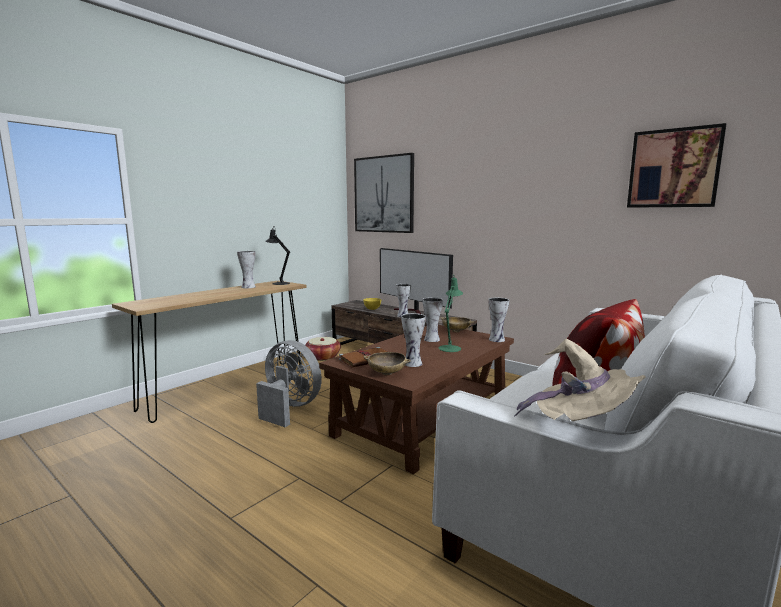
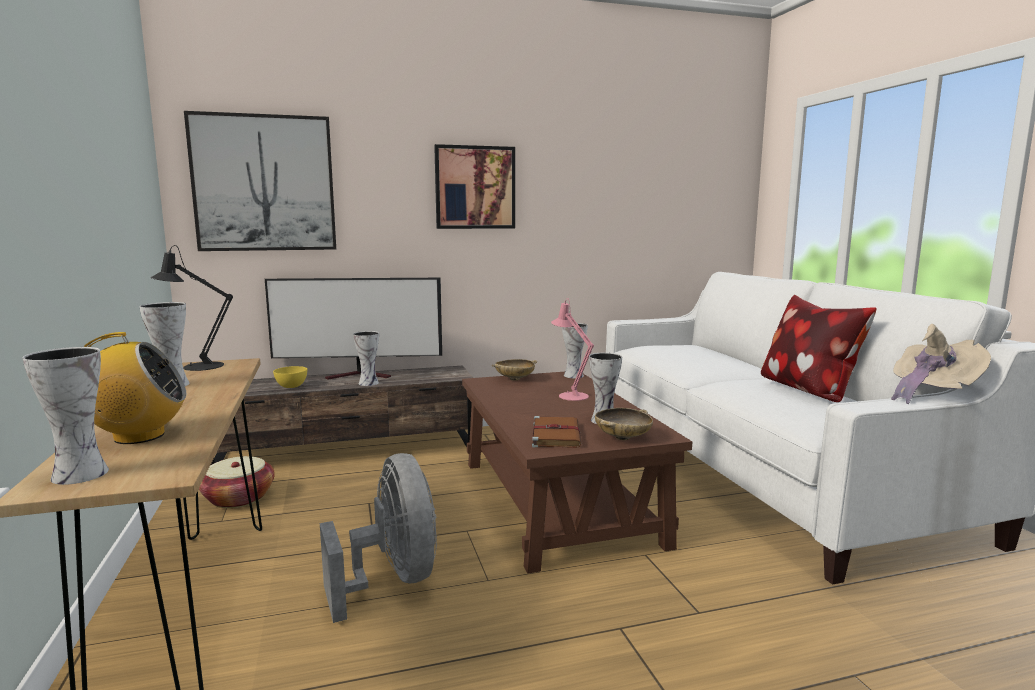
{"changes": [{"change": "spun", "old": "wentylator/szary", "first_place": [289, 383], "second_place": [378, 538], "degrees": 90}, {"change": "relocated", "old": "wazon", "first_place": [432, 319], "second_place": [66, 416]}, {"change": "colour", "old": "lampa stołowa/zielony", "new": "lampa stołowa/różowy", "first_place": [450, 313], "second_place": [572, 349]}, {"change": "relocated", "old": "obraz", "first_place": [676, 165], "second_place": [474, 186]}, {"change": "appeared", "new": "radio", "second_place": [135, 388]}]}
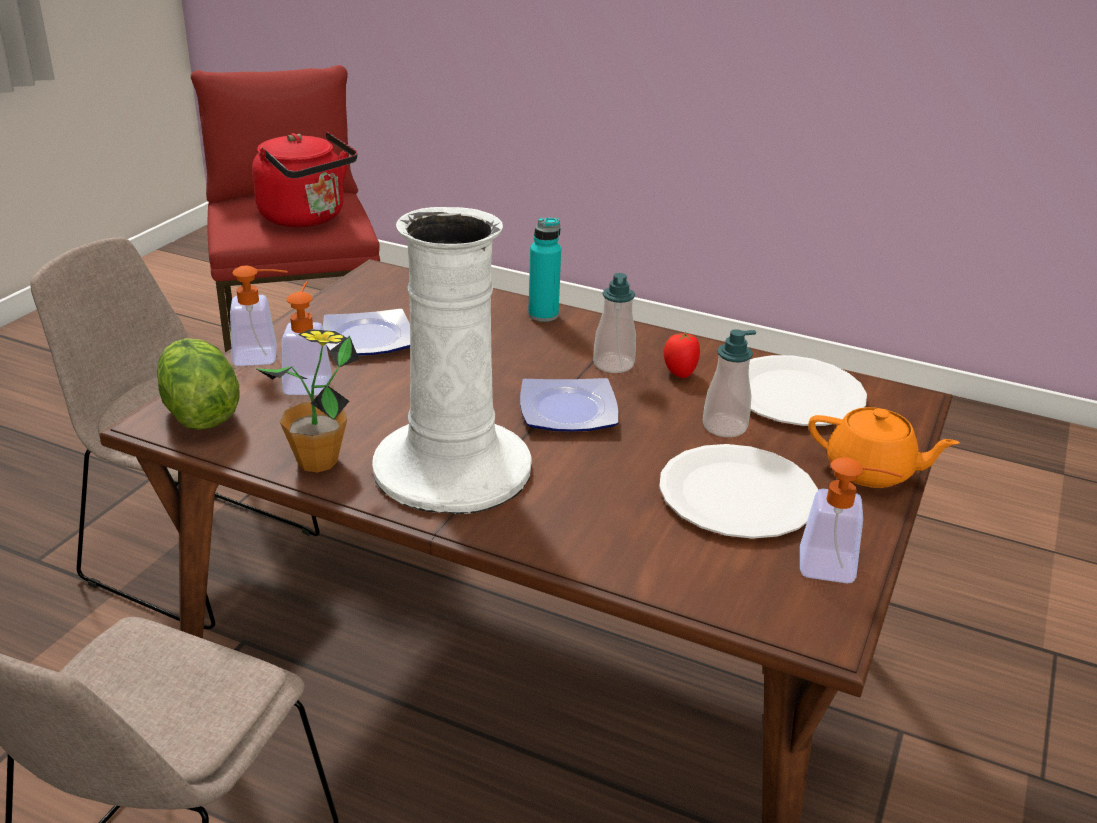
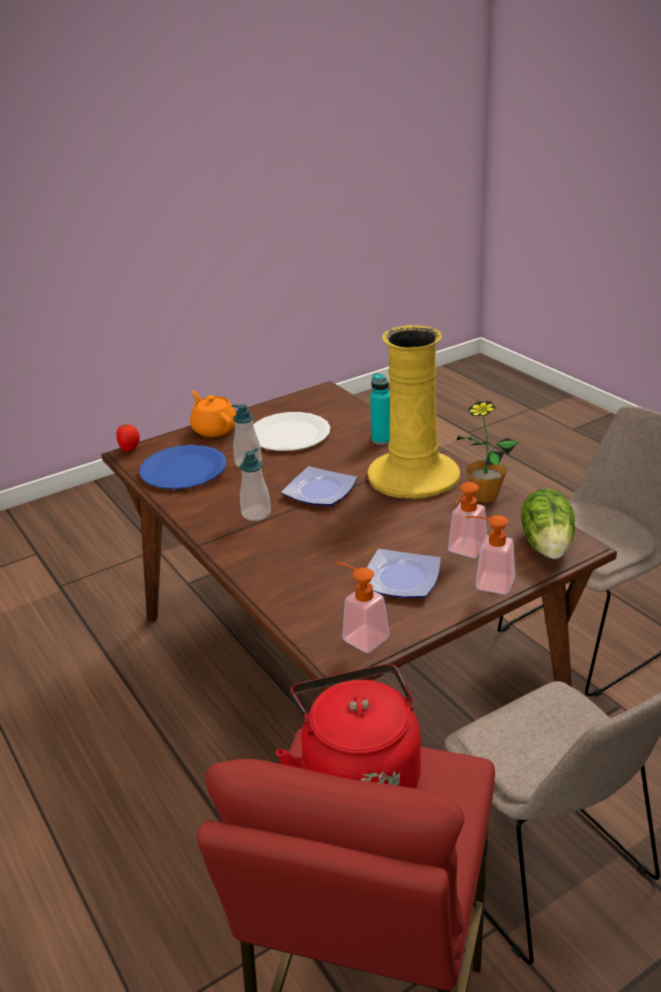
{"changes": [{"change": "colour", "old": "wazon/biały", "new": "wazon/żółty", "first_place": [451, 360], "second_place": [414, 412]}, {"change": "relocated", "old": "butelka/turkusowy", "first_place": [544, 270], "second_place": [380, 409]}, {"change": "relocated", "old": "pomidor", "first_place": [682, 355], "second_place": [128, 438]}, {"change": "colour", "old": "talerz/biały", "new": "talerz/niebieski", "first_place": [808, 390], "second_place": [182, 467]}, {"change": "relocated", "old": "dozownik mydła", "first_place": [851, 520], "second_place": [363, 607]}]}
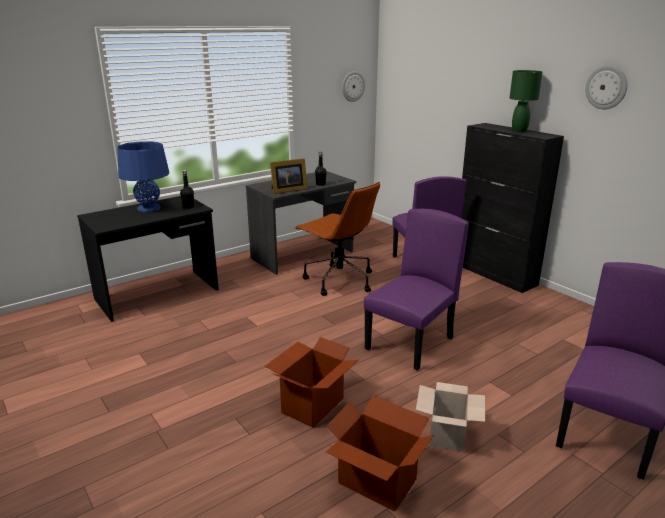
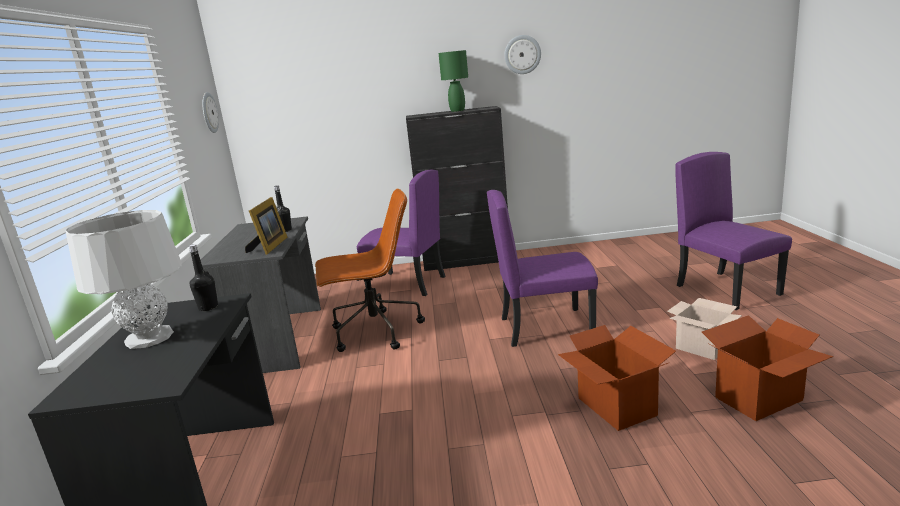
{"changes": [{"change": "colour", "old": "lampa stołowa/niebieski", "new": "lampa stołowa/szary", "first_place": [143, 177], "second_place": [124, 279]}, {"change": "spun", "old": "krzesło/fioletowy", "first_place": [416, 290], "second_place": [542, 268], "degrees": -75}]}
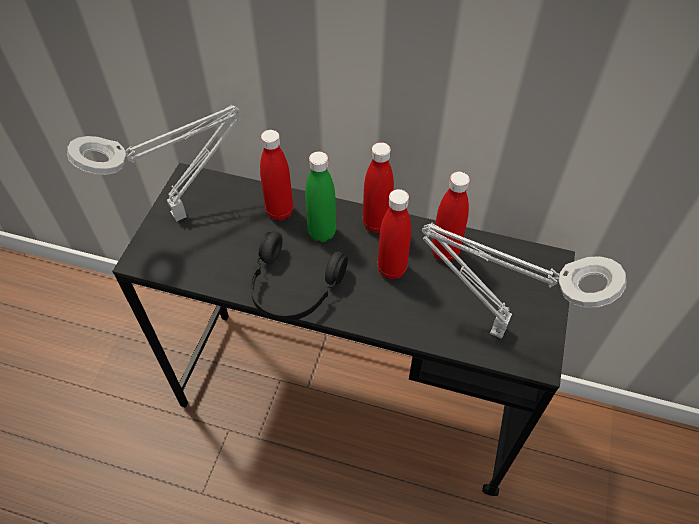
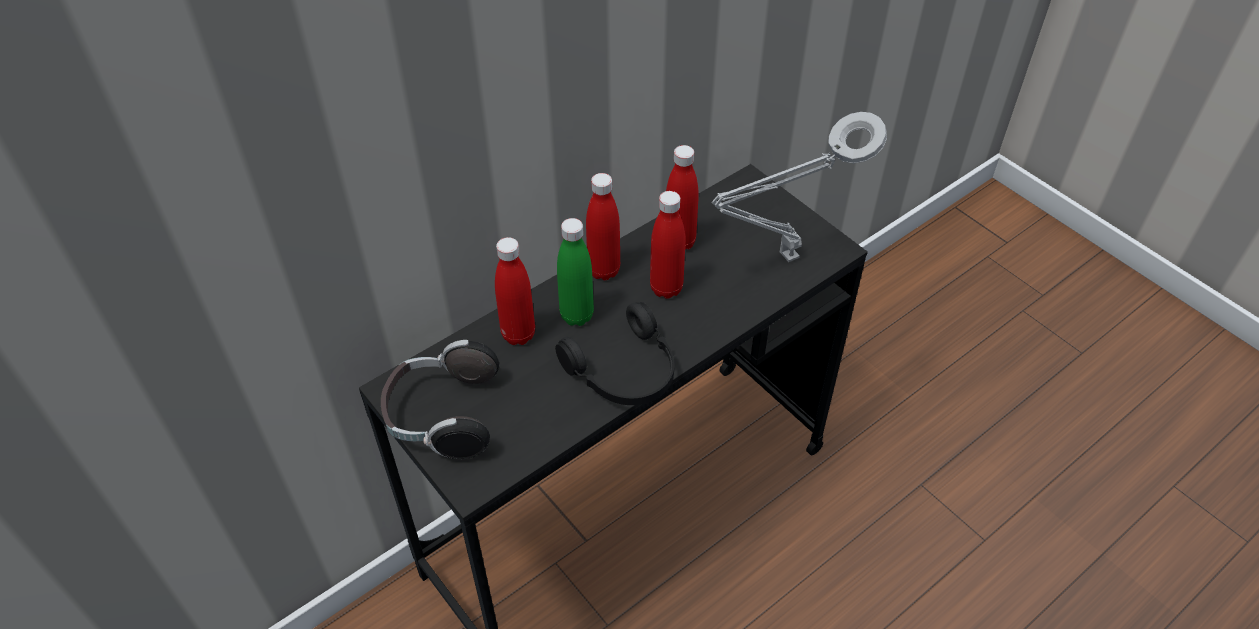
{"changes": [{"change": "exchanged", "old": "lampa stołowa/szary", "new": "słuchawki", "first_place": [154, 163], "second_place": [440, 399]}]}
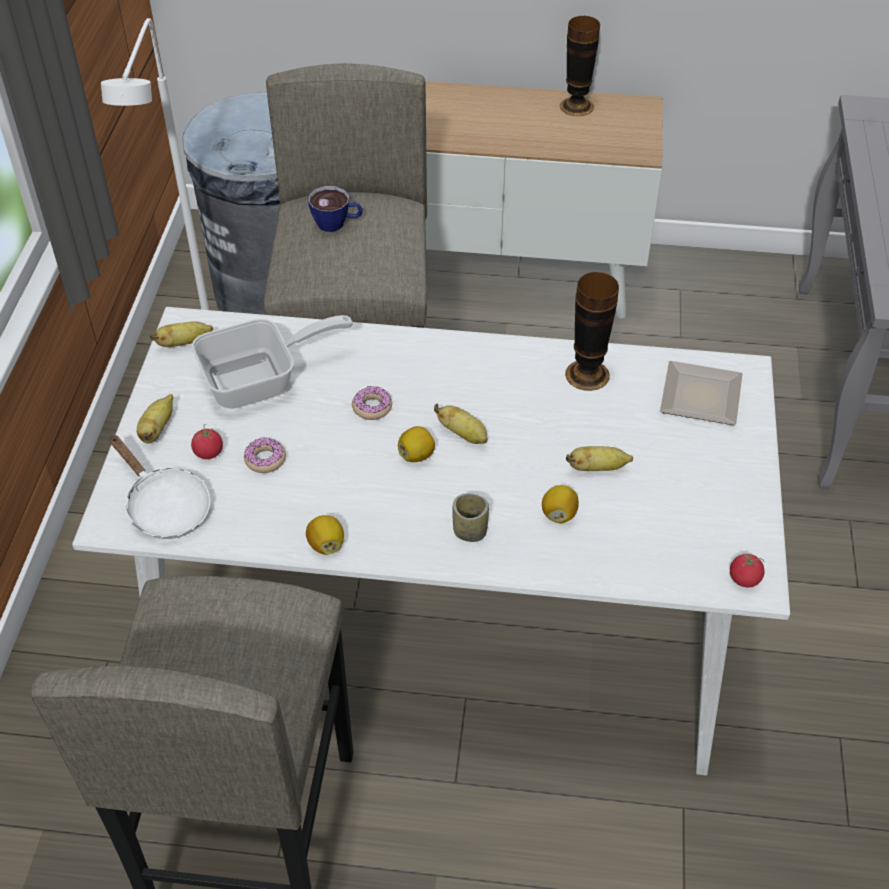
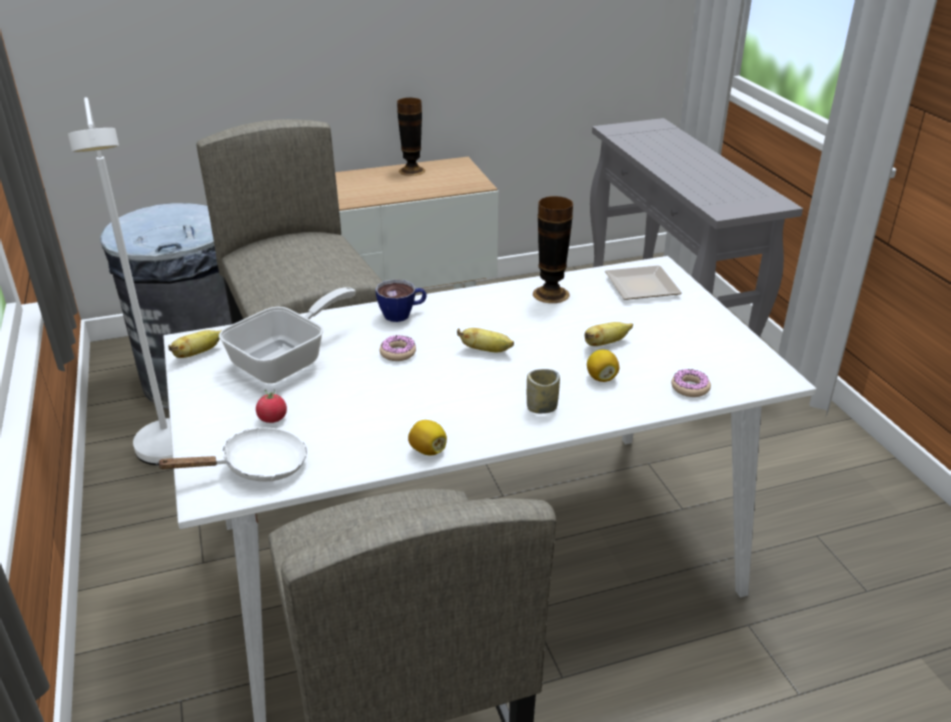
{"changes": [{"change": "spun", "old": "patelnia/biały", "first_place": [159, 487], "second_place": [231, 454], "degrees": -45}, {"change": "missing", "old": "banan", "first_place": [155, 419]}, {"change": "relocated", "old": "donut", "first_place": [265, 455], "second_place": [691, 383]}, {"change": "relocated", "old": "filiżanka", "first_place": [335, 209], "second_place": [401, 300]}, {"change": "missing", "old": "cytryna", "first_place": [416, 444]}, {"change": "missing", "old": "pomidor", "first_place": [747, 570]}]}
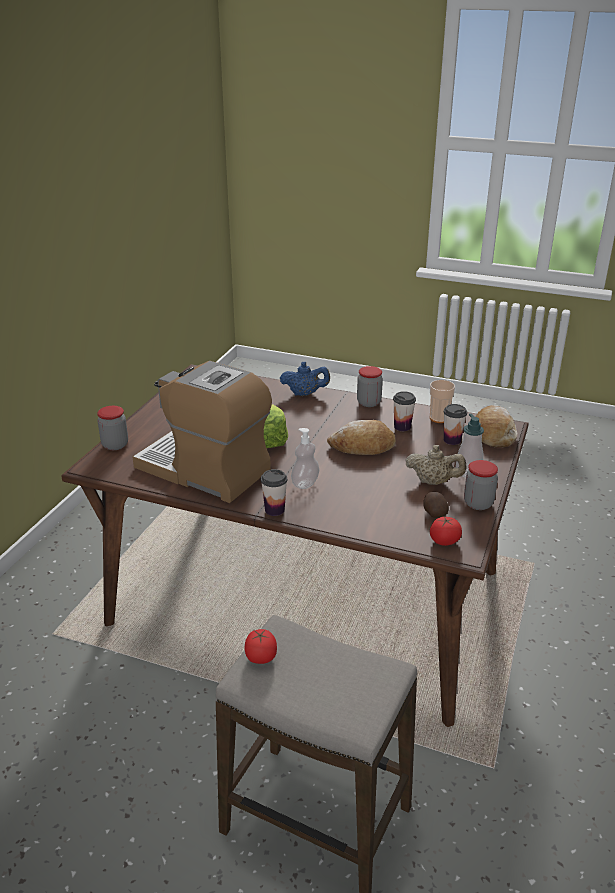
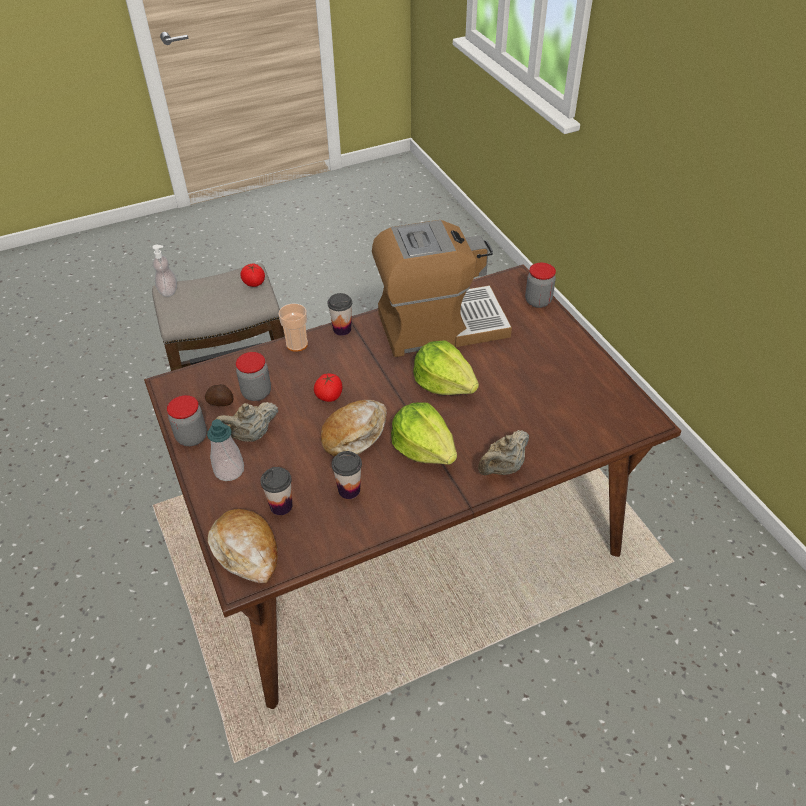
{"changes": [{"change": "colour", "old": "imbryk/niebieski", "new": "imbryk/beżowy", "first_place": [305, 379], "second_place": [503, 452]}, {"change": "relocated", "old": "dozownik mydła", "first_place": [305, 458], "second_place": [164, 271]}, {"change": "relocated", "old": "słoik", "first_place": [370, 386], "second_place": [253, 376]}, {"change": "relocated", "old": "filiżanka", "first_place": [442, 401], "second_place": [293, 328]}, {"change": "relocated", "old": "pomidor", "first_place": [446, 531], "second_place": [328, 387]}, {"change": "appeared", "new": "sałata", "second_place": [424, 433]}]}
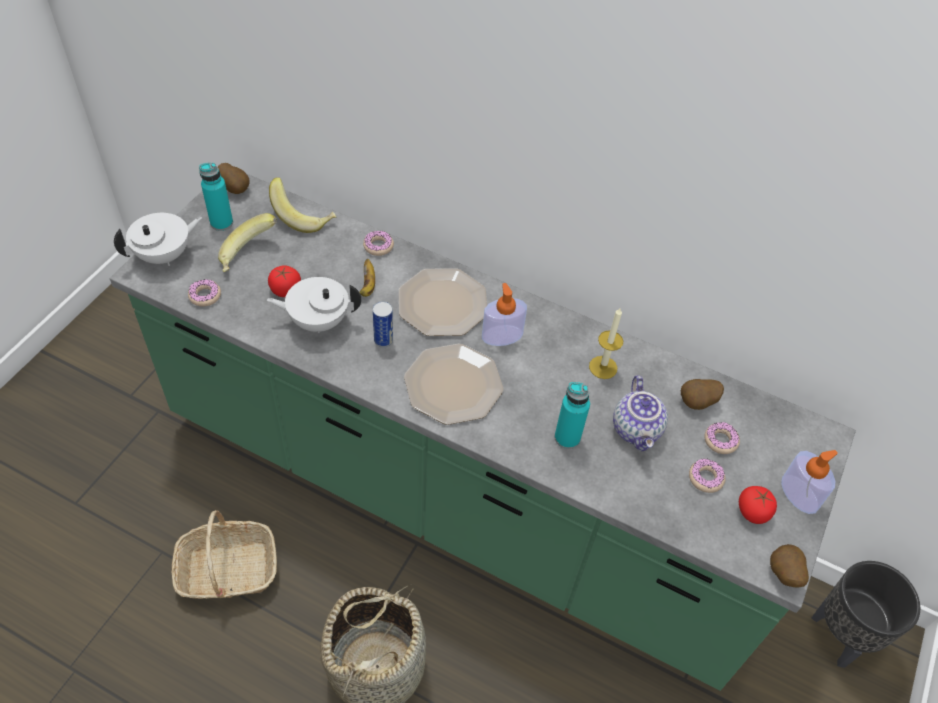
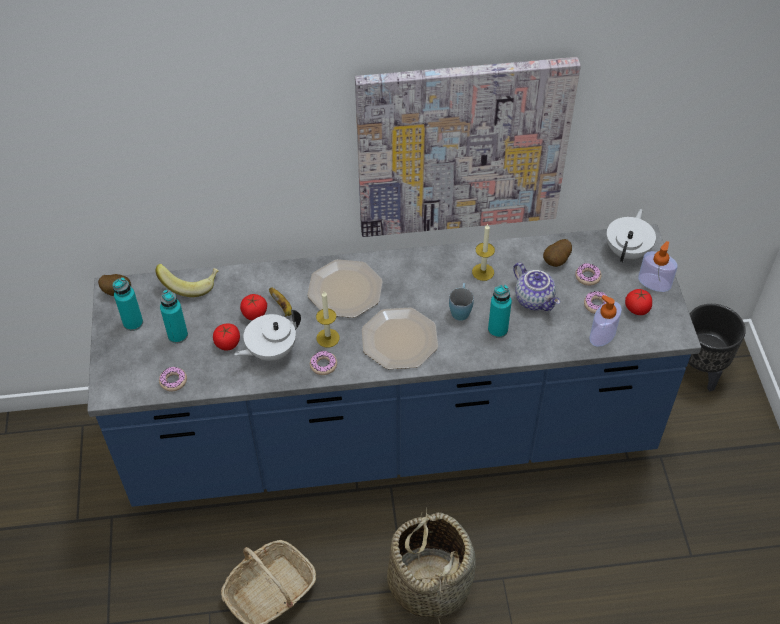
{"changes": [{"change": "colour", "old": "zabudowa kuchenna/zielony", "new": "zabudowa kuchenna/niebieski", "first_place": [483, 432], "second_place": [394, 365]}, {"change": "relocated", "old": "imbryk/biały", "first_place": [158, 239], "second_place": [631, 235]}, {"change": "exchanged", "old": "banan", "new": "butelka/turkusowy", "first_place": [247, 242], "second_place": [174, 316]}, {"change": "relocated", "old": "donut", "first_place": [378, 243], "second_place": [323, 363]}, {"change": "exchanged", "old": "puszka", "new": "świeca", "first_place": [383, 324], "second_place": [328, 319]}, {"change": "relocated", "old": "dozownik mydła", "first_place": [504, 314], "second_place": [605, 321]}, {"change": "missing", "old": "ziemniak", "first_place": [789, 566]}, {"change": "appeared", "new": "pomidor", "second_place": [253, 307]}, {"change": "appeared", "new": "obraz", "second_place": [468, 147]}, {"change": "appeared", "new": "kubek/niebieski", "second_place": [461, 302]}]}
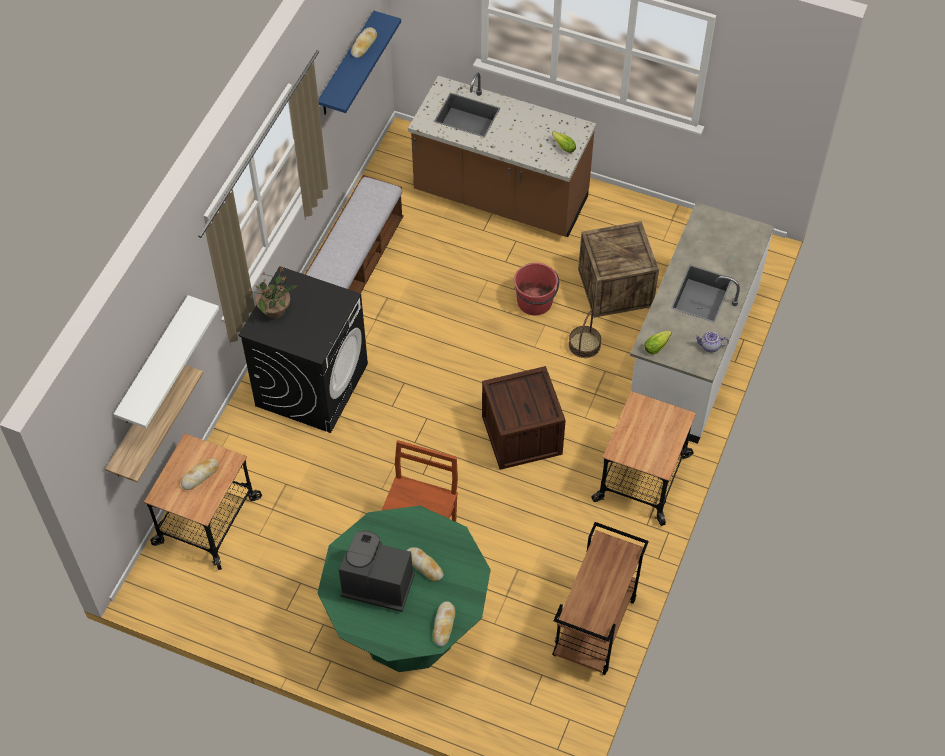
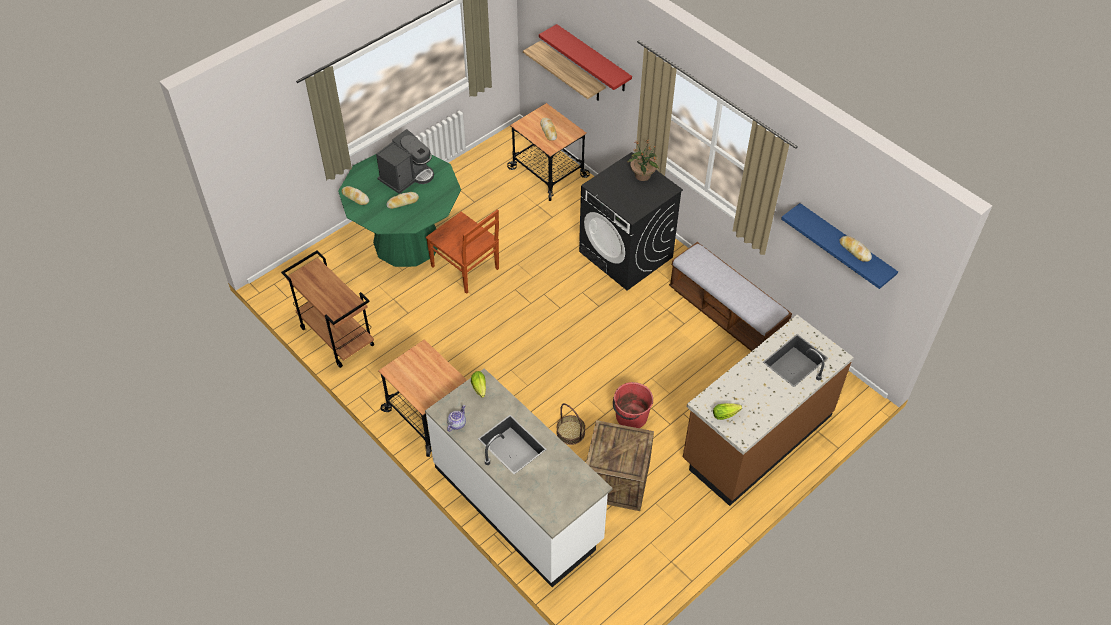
{"changes": [{"change": "colour", "old": "półka/biały", "new": "półka/czerwony", "first_place": [166, 361], "second_place": [585, 57]}, {"change": "missing", "old": "skrzynka", "first_place": [524, 418]}]}
